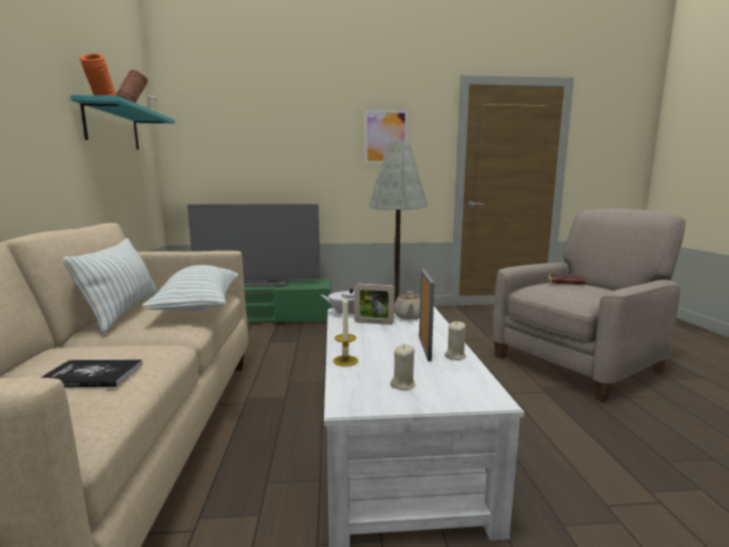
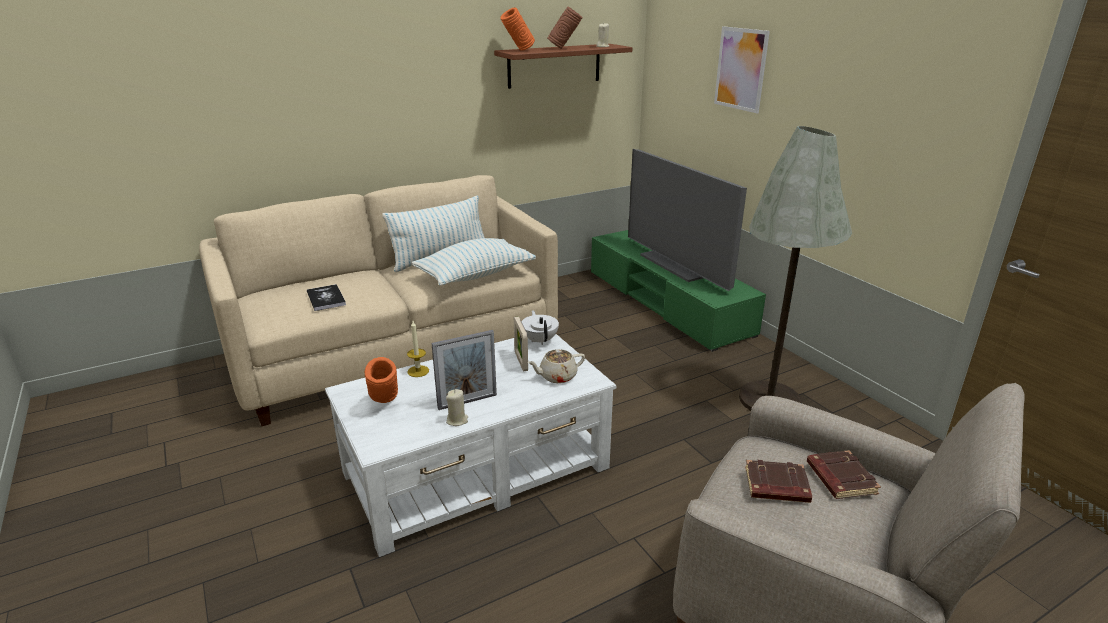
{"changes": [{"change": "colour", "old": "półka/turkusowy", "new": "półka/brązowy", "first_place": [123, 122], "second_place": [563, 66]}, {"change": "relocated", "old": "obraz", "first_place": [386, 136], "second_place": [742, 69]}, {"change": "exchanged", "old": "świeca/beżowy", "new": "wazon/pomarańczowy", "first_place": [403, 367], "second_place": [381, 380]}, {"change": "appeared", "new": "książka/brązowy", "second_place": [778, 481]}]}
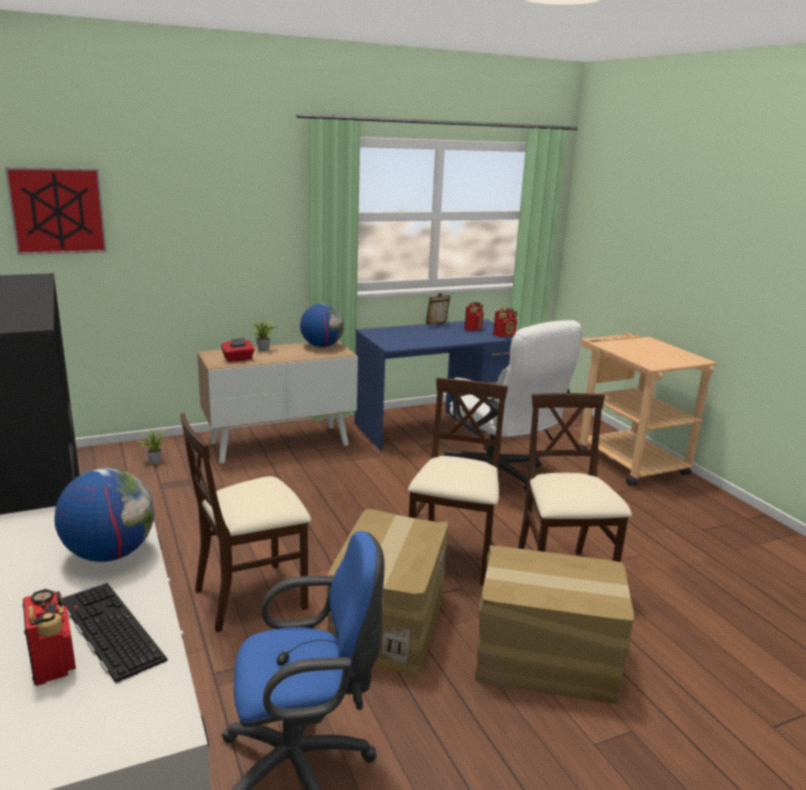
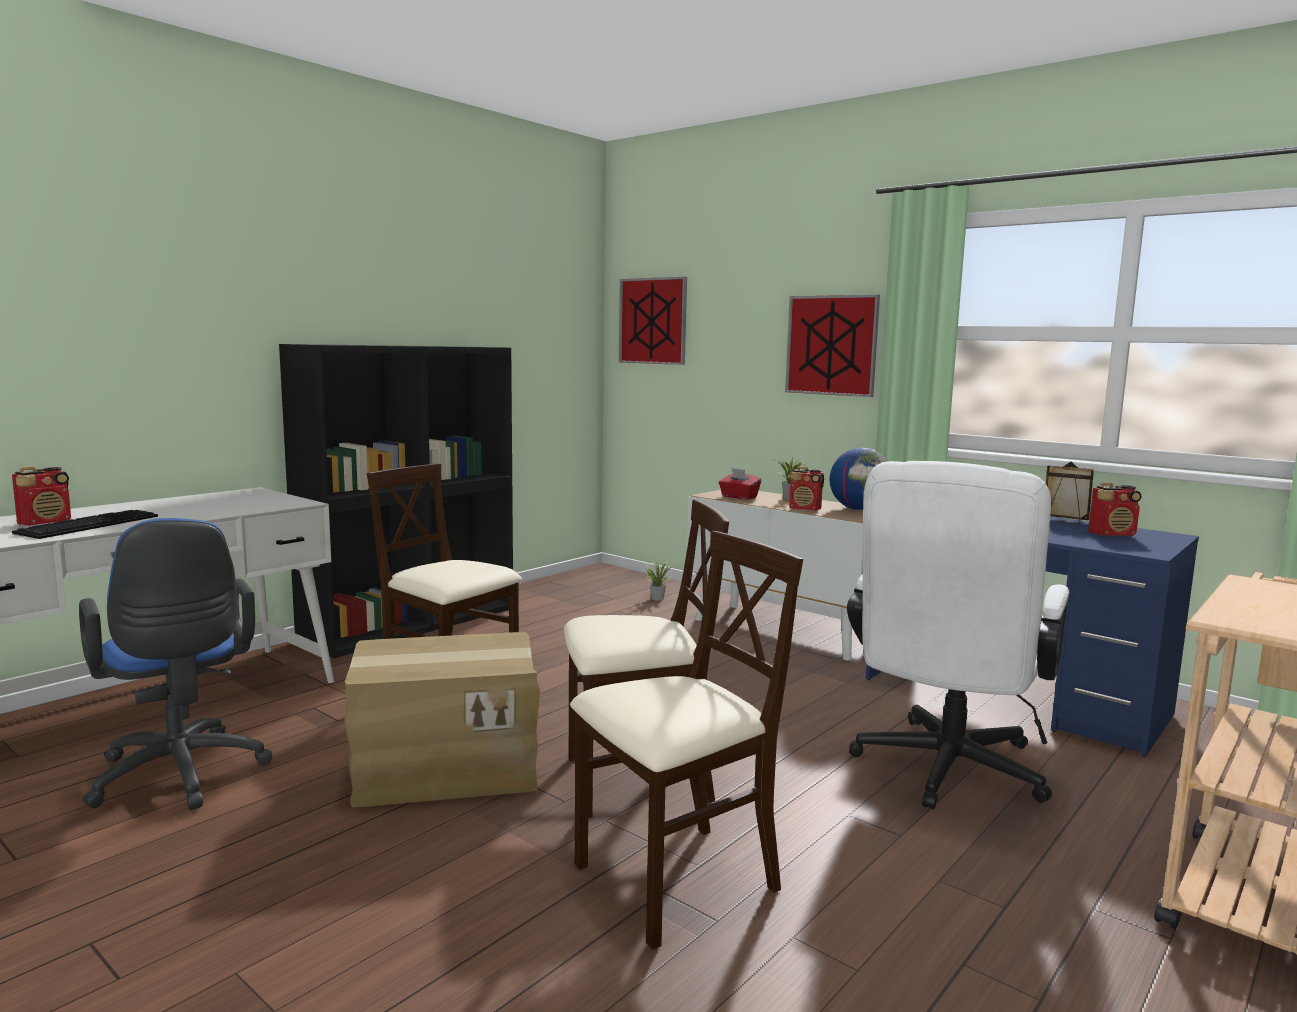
{"changes": [{"change": "missing", "old": "globus", "first_place": [104, 515]}, {"change": "missing", "old": "karton", "first_place": [554, 624]}, {"change": "relocated", "old": "radio", "first_place": [505, 322], "second_place": [806, 488]}, {"change": "appeared", "new": "obraz", "second_place": [832, 346]}]}
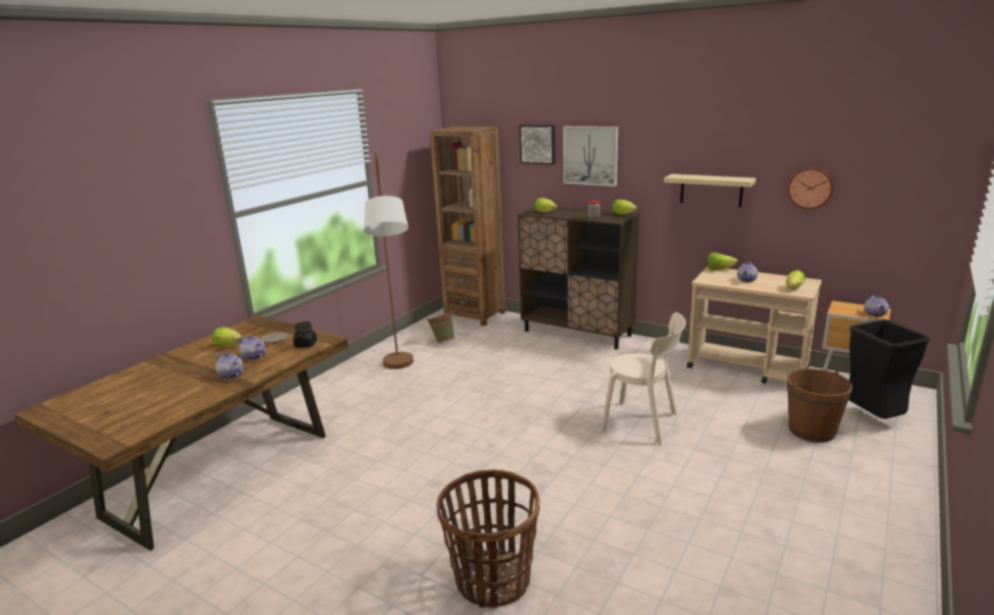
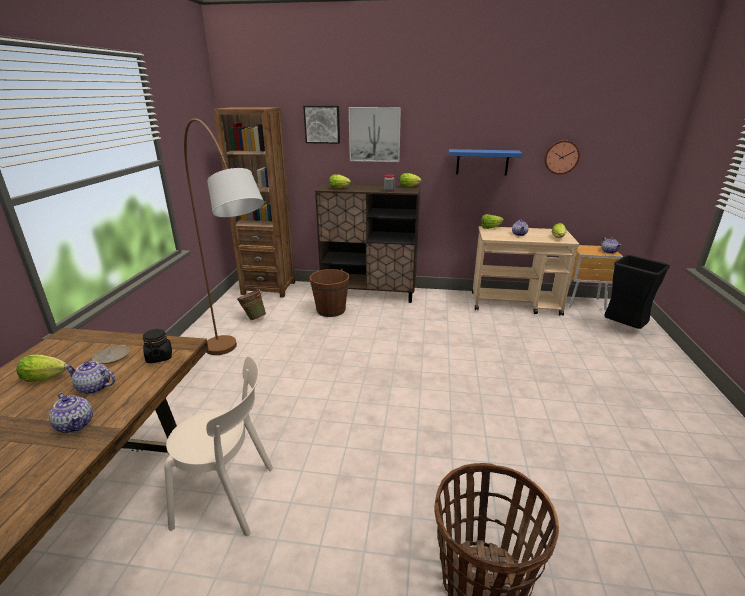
{"changes": [{"change": "spun", "old": "imbryk", "first_place": [229, 366], "second_place": [71, 413], "degrees": -150}, {"change": "relocated", "old": "krzesło/beżowy", "first_place": [643, 378], "second_place": [218, 446]}, {"change": "colour", "old": "półka/beżowy", "new": "półka/niebieski", "first_place": [710, 190], "second_place": [486, 162]}, {"change": "relocated", "old": "wiadro/brązowy", "first_place": [820, 405], "second_place": [329, 293]}]}
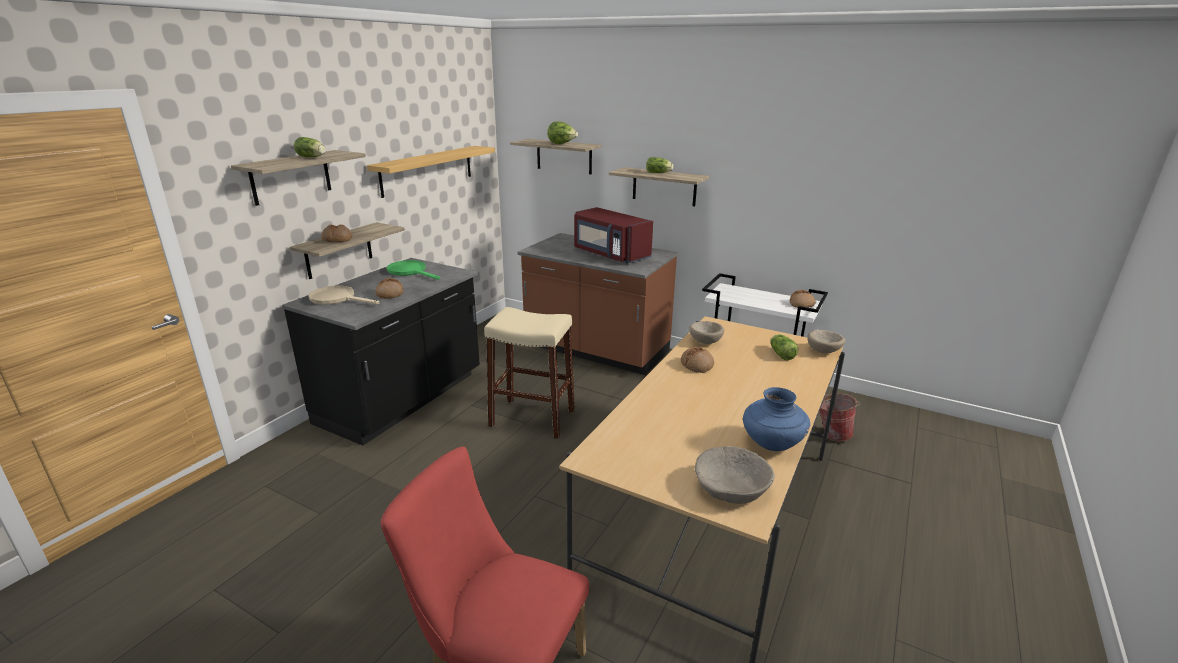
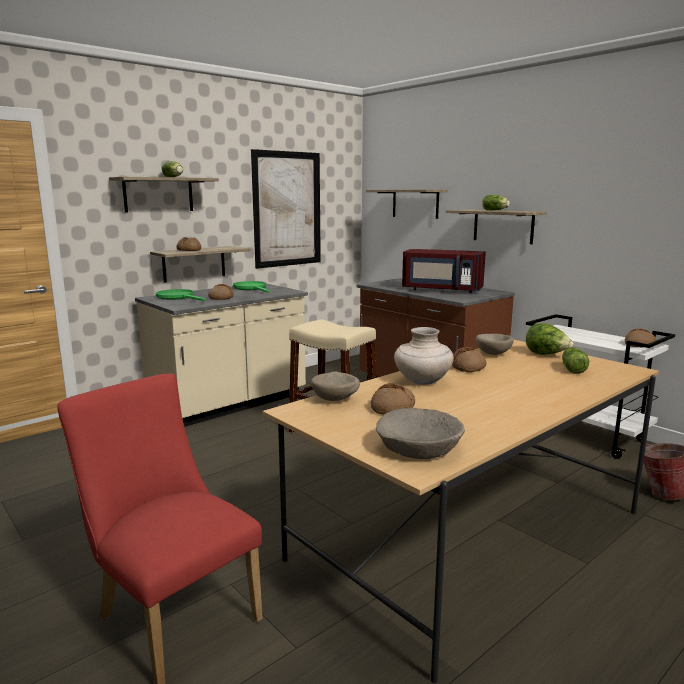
{"changes": [{"change": "colour", "old": "zabudowa kuchenna/czarny", "new": "zabudowa kuchenna/beżowy", "first_place": [381, 352], "second_place": [221, 355]}, {"change": "colour", "old": "patelnia/beżowy", "new": "patelnia/zielony", "first_place": [344, 295], "second_place": [181, 295]}, {"change": "exchanged", "old": "półka", "new": "obraz", "first_place": [431, 172], "second_place": [286, 209]}, {"change": "relocated", "old": "sałata", "first_place": [562, 132], "second_place": [550, 339]}, {"change": "spun", "old": "mikrofalówka/czerwony", "first_place": [613, 235], "second_place": [444, 271], "degrees": -45}, {"change": "missing", "old": "wazon/niebieski", "first_place": [776, 419]}, {"change": "relocated", "old": "miska/beżowy", "first_place": [826, 341], "second_place": [335, 386]}, {"change": "appeared", "new": "chleb", "second_place": [393, 399]}, {"change": "appeared", "new": "wazon/beżowy", "second_place": [424, 356]}]}
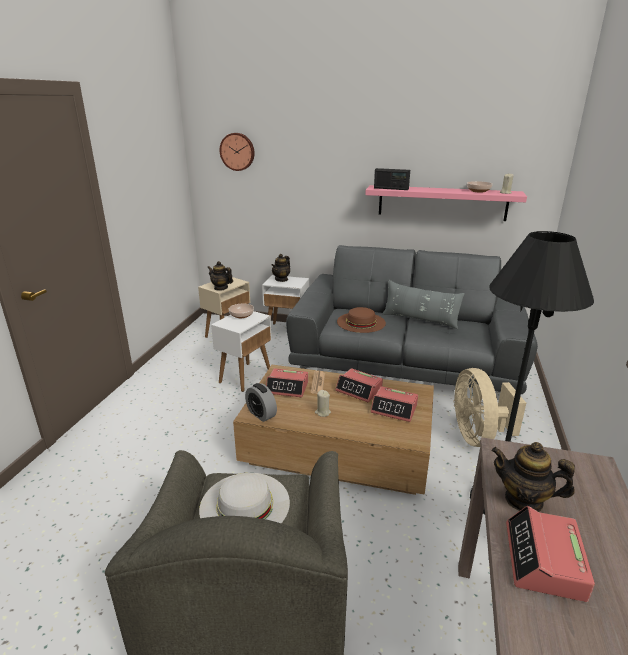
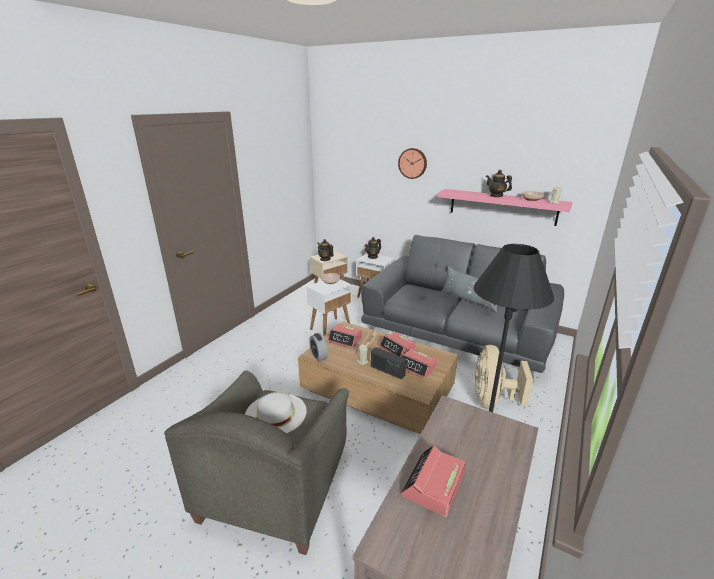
{"changes": [{"change": "relocated", "old": "zegar ścienny", "first_place": [237, 152], "second_place": [412, 163]}, {"change": "missing", "old": "kapelusz/brązowy", "first_place": [361, 320]}, {"change": "relocated", "old": "radio", "first_place": [392, 179], "second_place": [388, 363]}, {"change": "relocated", "old": "imbryk", "first_place": [533, 477], "second_place": [499, 183]}]}
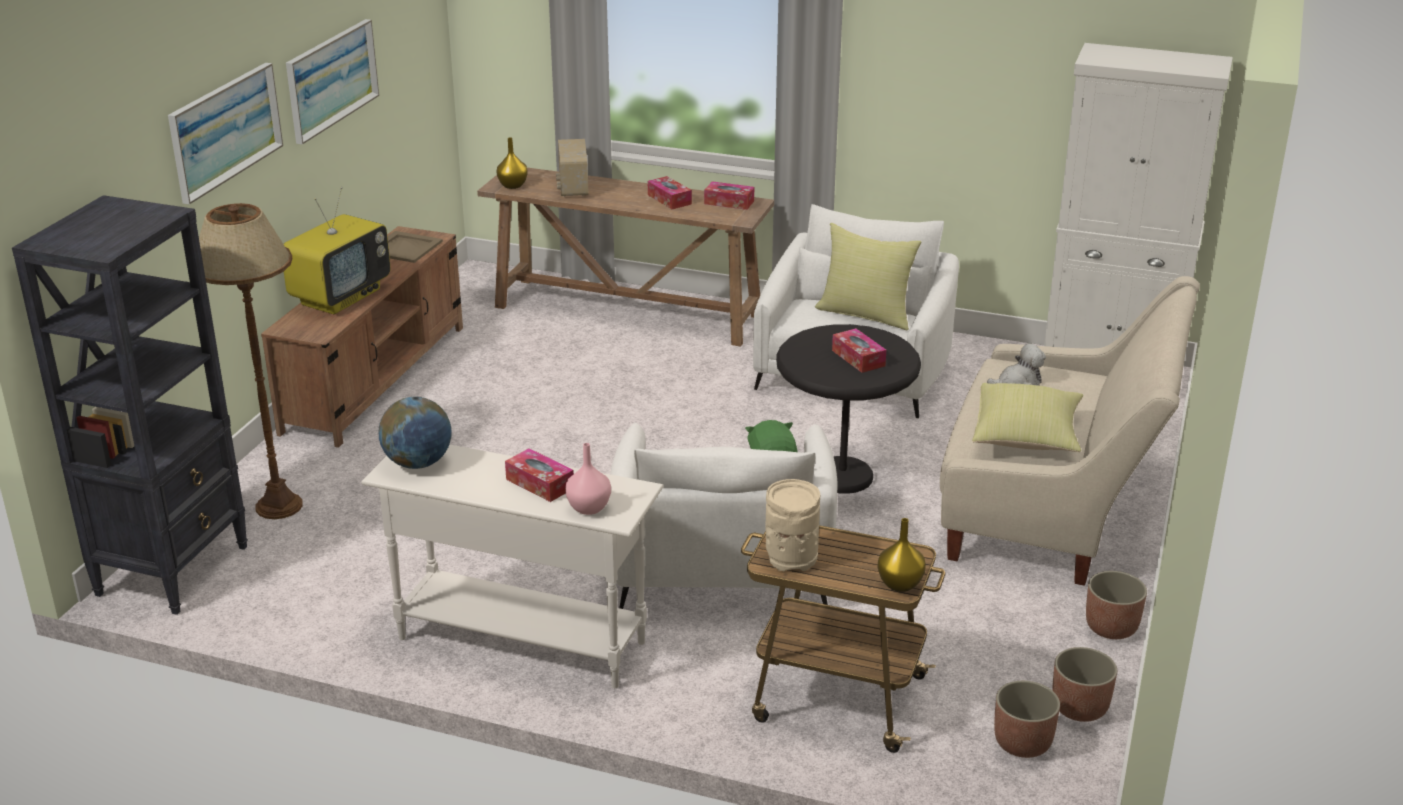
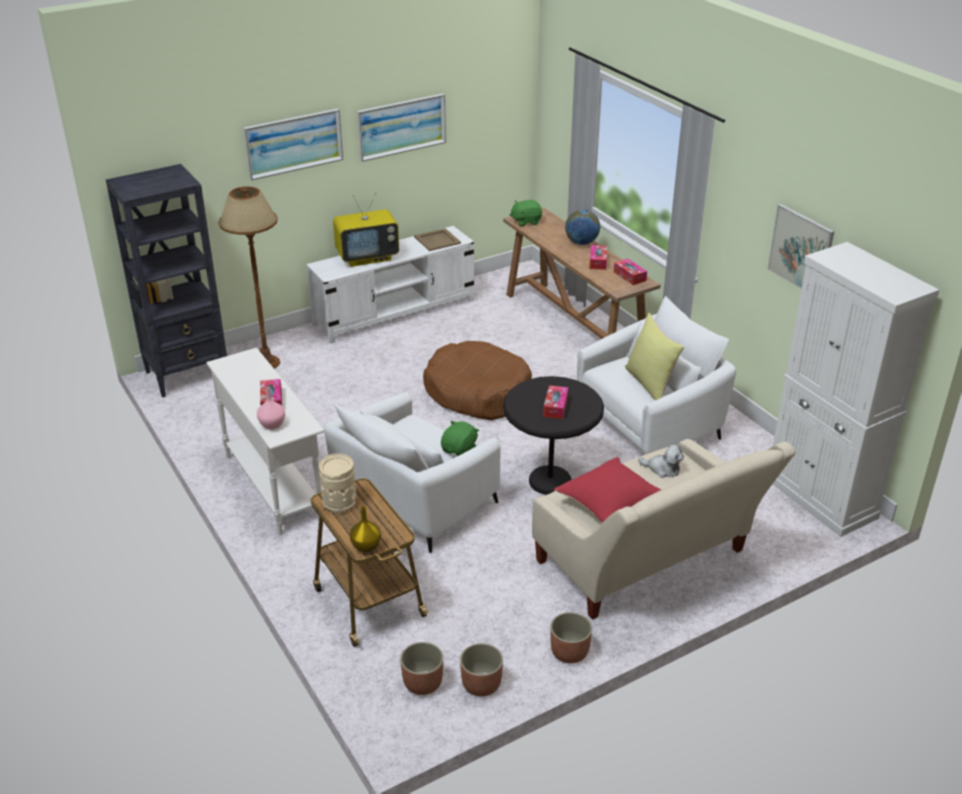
{"changes": [{"change": "colour", "old": "szafka pod telewizor/brązowy", "new": "szafka pod telewizor/biały", "first_place": [362, 337], "second_place": [390, 285]}, {"change": "relocated", "old": "globus", "first_place": [415, 433], "second_place": [582, 227]}, {"change": "exchanged", "old": "wazon/żółty", "new": "pluszak/zielony", "first_place": [512, 163], "second_place": [526, 213]}, {"change": "missing", "old": "radio", "first_place": [572, 168]}, {"change": "colour", "old": "poduszka/żółty", "new": "poduszka/czerwony", "first_place": [1027, 417], "second_place": [607, 490]}, {"change": "appeared", "new": "legowisko/brązowy", "second_place": [477, 380]}, {"change": "appeared", "new": "obraz", "second_place": [800, 246]}]}
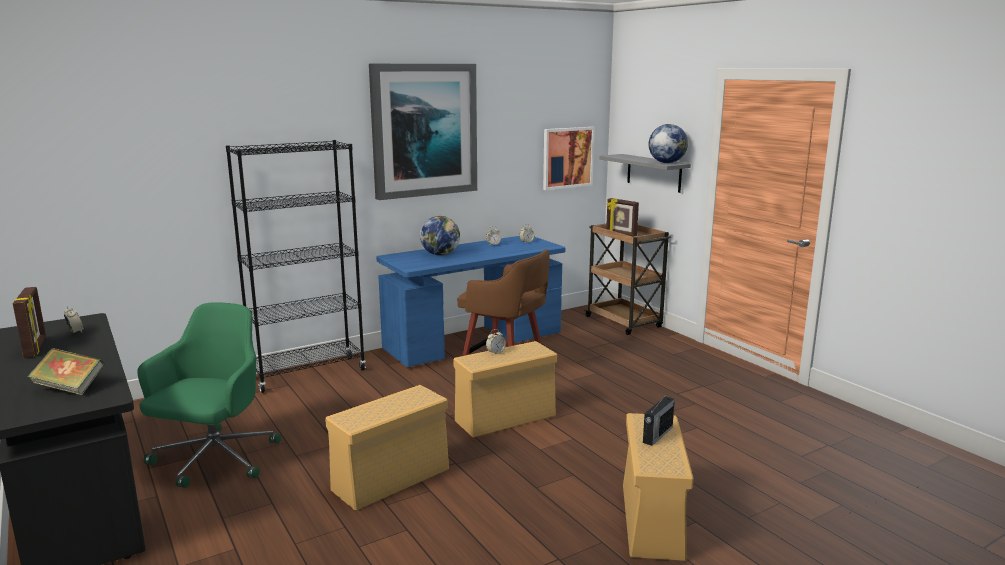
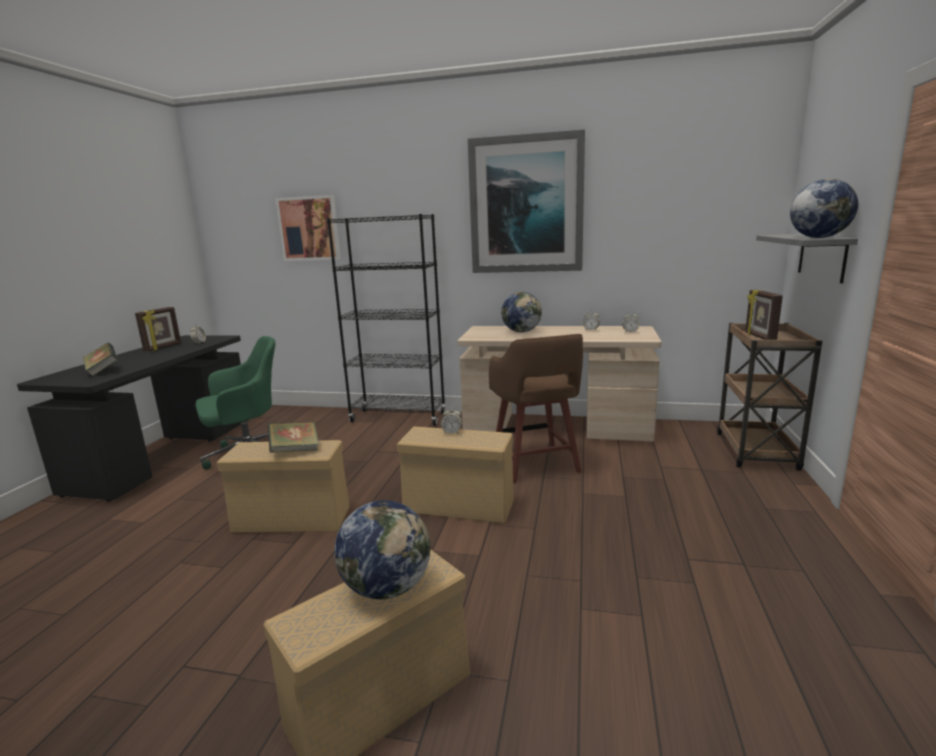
{"changes": [{"change": "colour", "old": "biurko/niebieski", "new": "biurko/beżowy", "first_place": [470, 301], "second_place": [559, 383]}, {"change": "relocated", "old": "obraz", "first_place": [569, 158], "second_place": [308, 228]}, {"change": "exchanged", "old": "radio", "new": "globus", "first_place": [659, 419], "second_place": [382, 549]}, {"change": "appeared", "new": "książka", "second_place": [293, 437]}]}
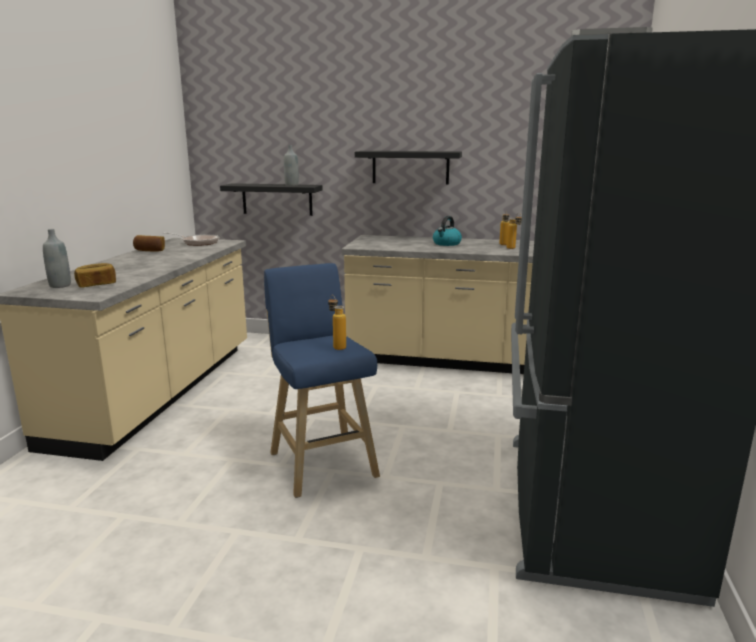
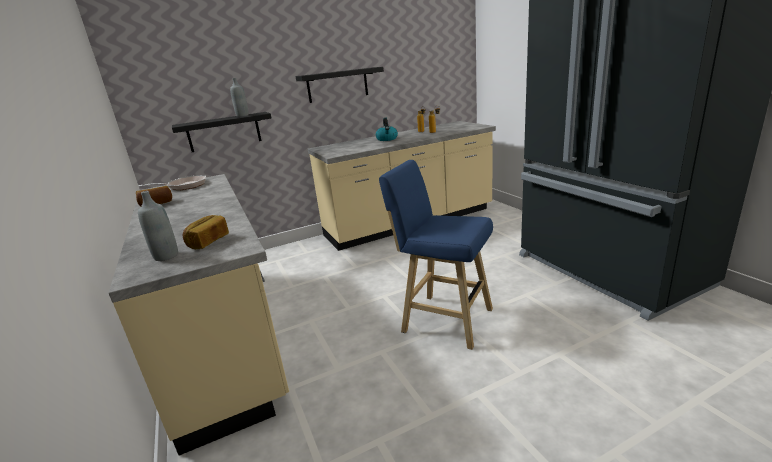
{"changes": [{"change": "missing", "old": "butelka", "first_place": [337, 322]}]}
